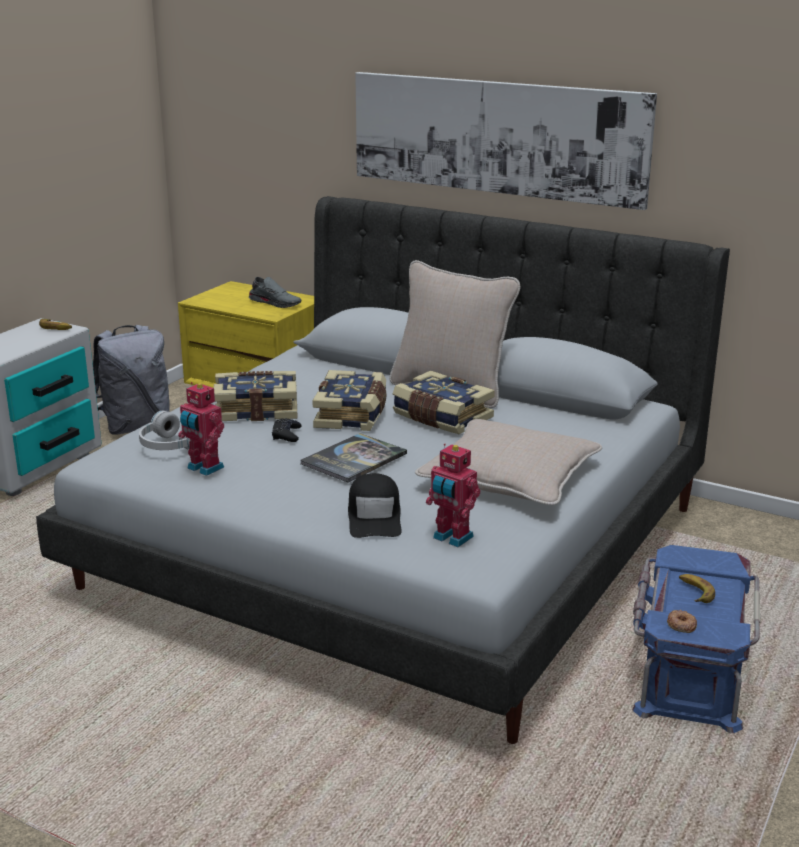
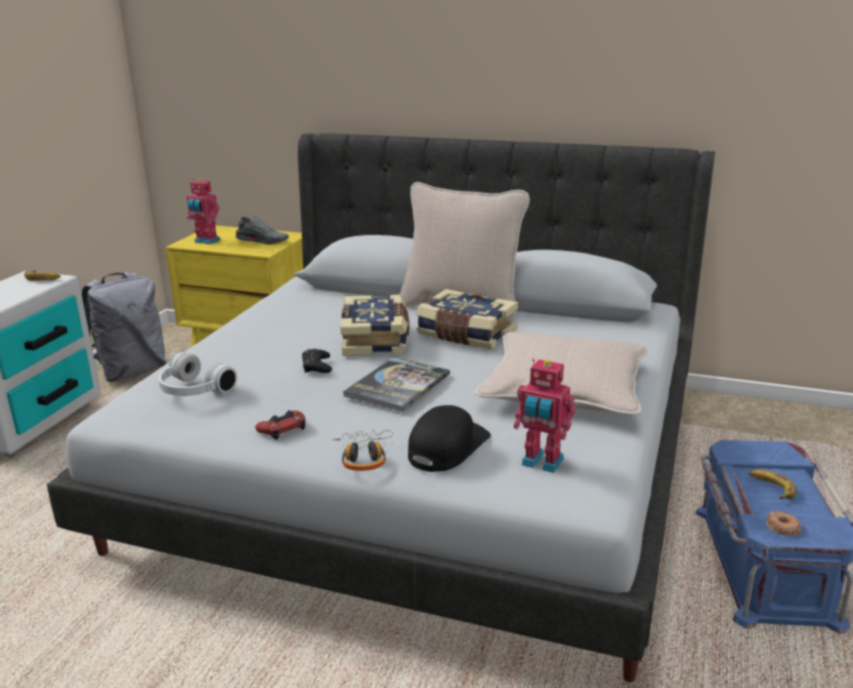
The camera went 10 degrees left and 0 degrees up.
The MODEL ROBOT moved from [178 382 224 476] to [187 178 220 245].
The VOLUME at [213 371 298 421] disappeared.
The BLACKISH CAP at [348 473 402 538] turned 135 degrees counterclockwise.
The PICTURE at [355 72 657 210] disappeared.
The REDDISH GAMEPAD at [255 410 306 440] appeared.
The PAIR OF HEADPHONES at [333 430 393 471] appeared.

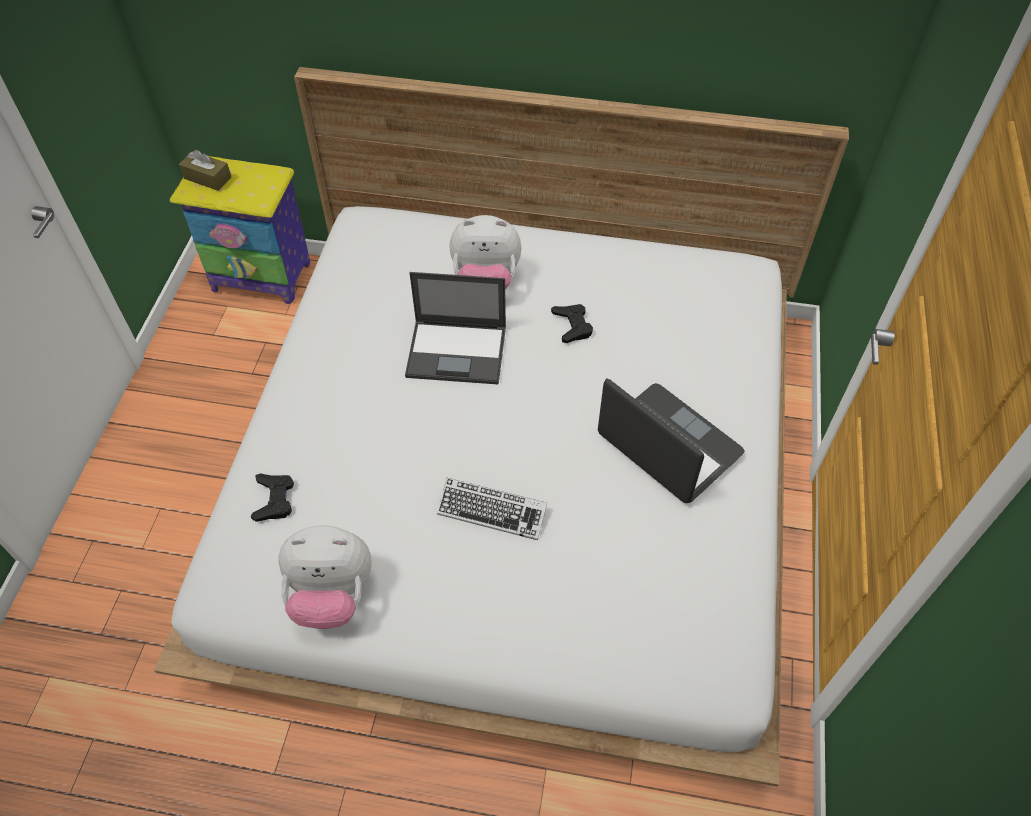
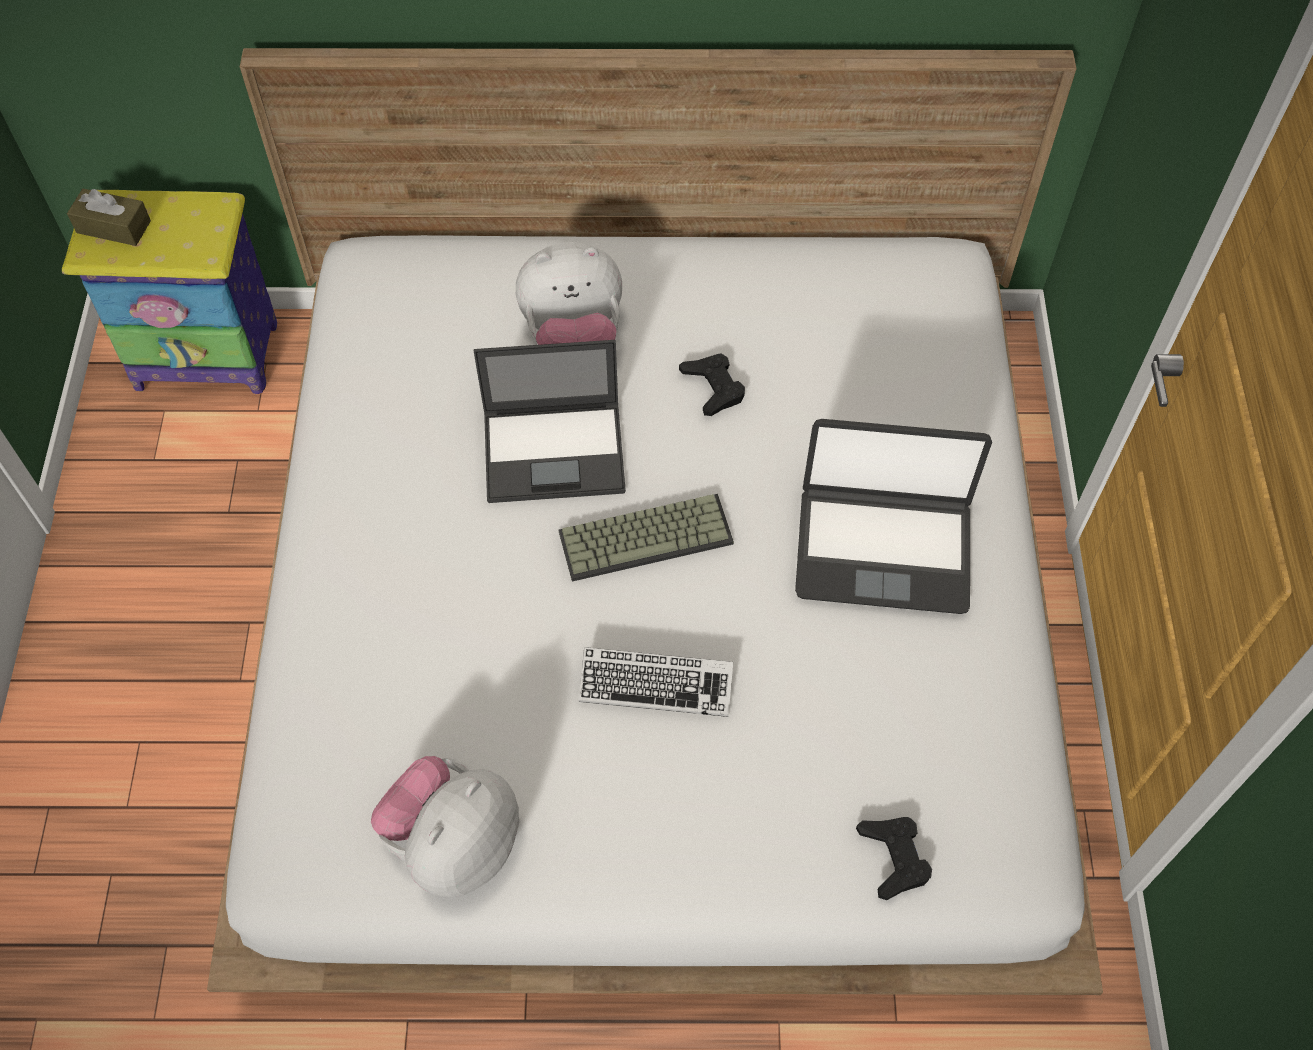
The camera went 10 degrees left and 5 degrees up.
The BLACKISH GAMEPAD moved from [251 473 294 522] to [856 817 932 900].
The PLUSH TOY at [278 525 372 629] turned 135 degrees clockwise.
The NOTEBOOK COMPUTER at [598 378 745 504] turned 150 degrees clockwise.
The KEYBOARD at [559 494 734 582] appeared.

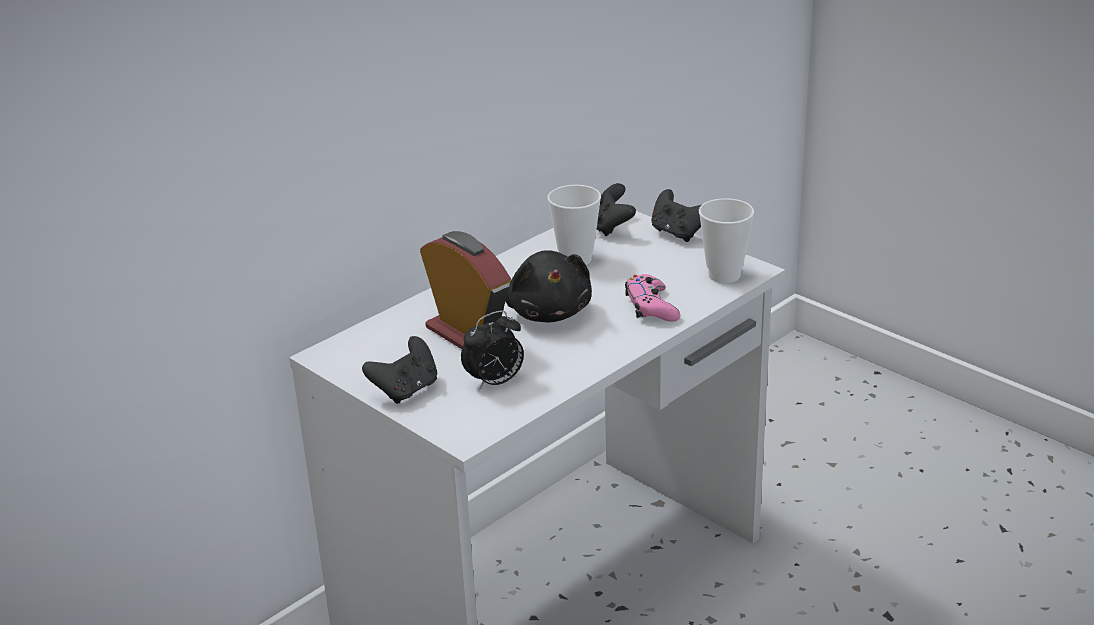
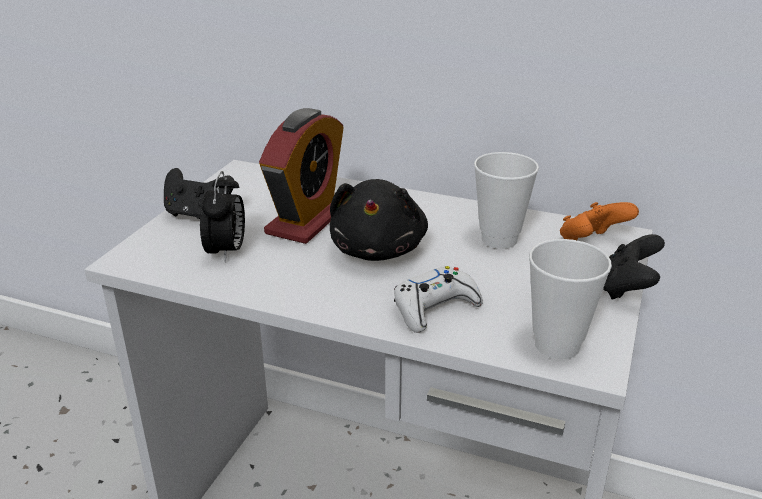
The camera went 65 degrees right and 0 degrees up.
The BEDSIDE CLOCK at [461 310 524 391] turned 120 degrees counterclockwise.
The BLACKISH PLUSH TOY at [506 250 592 322] turned 45 degrees counterclockwise.
The BLACKISH GAMEPAD at [597 183 636 236] became the ORANGE-COLOURED GAMEPAD at [560 202 639 240].
The PINKISH GAMEPAD at [625 274 680 322] became the WHITISH GAMEPAD at [394 266 483 333].

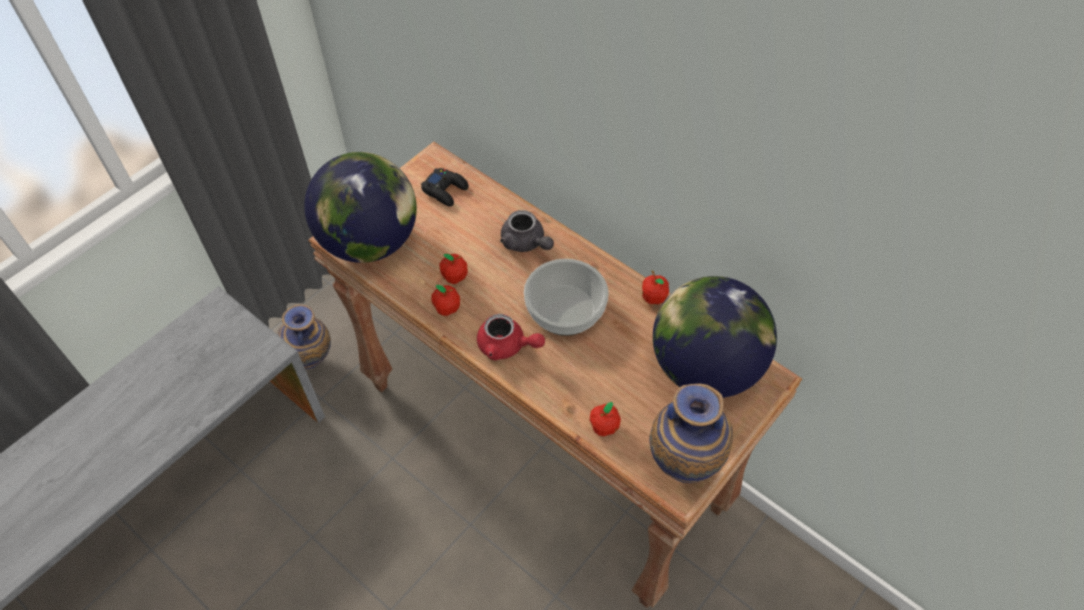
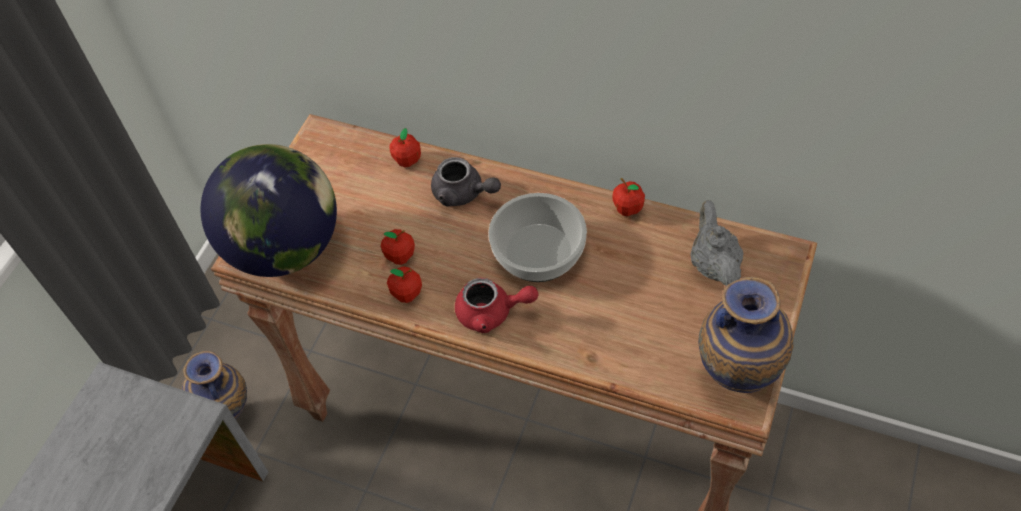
The camera went 15 degrees left and 0 degrees up.
The BLACKISH GAMEPAD at [421 168 469 207] disappeared.
The APPLE moved from [590 402 621 436] to [389 128 421 167].
The GLOBE at [653 276 777 398] was replaced by the GRAY POT FOR TEA at [690 200 744 286].

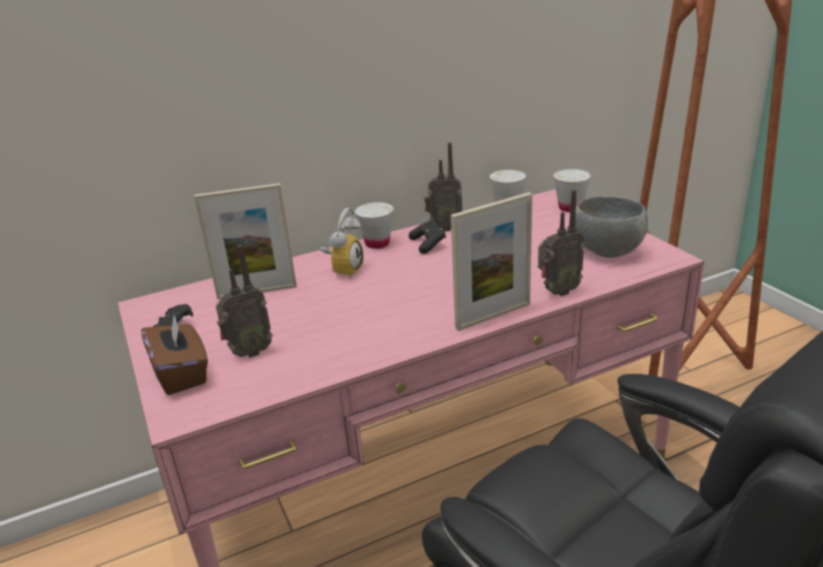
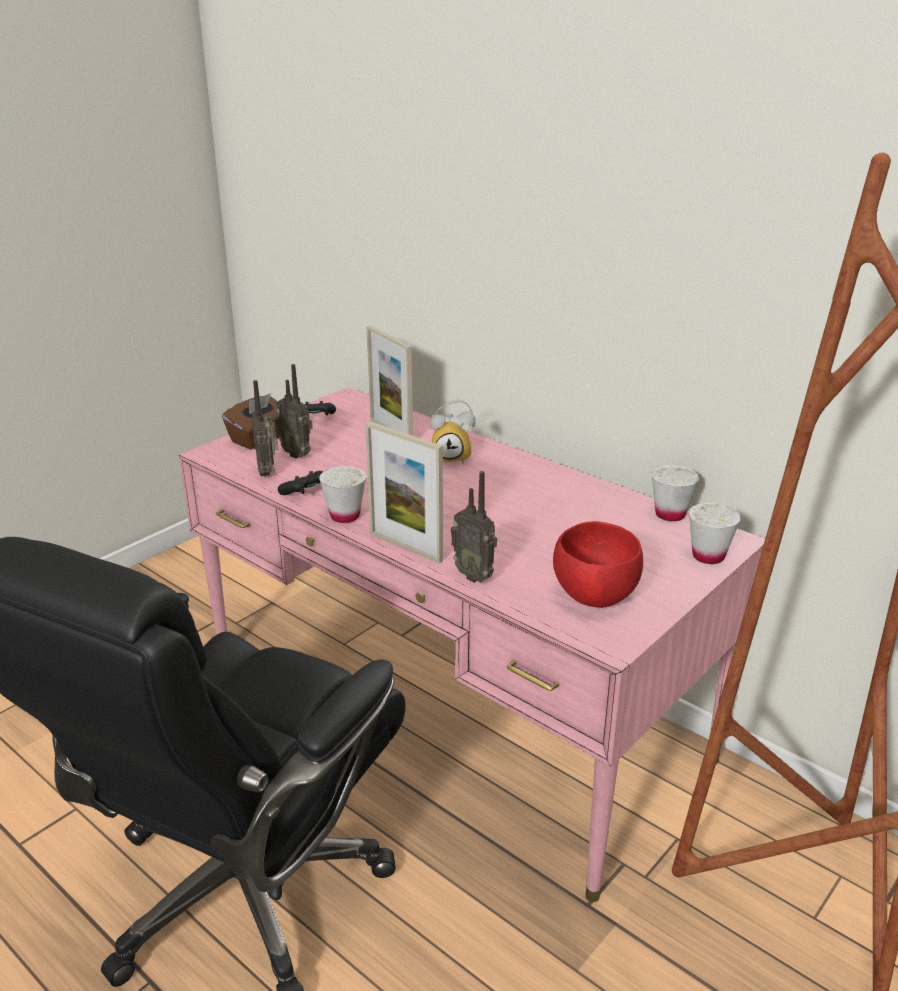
The camera went 65 degrees right and 0 degrees up.
The WHITISH CUP moved from [355 202 394 249] to [319 466 366 523].
The BLACKISH GAMEPAD moved from [409 221 446 254] to [278 471 323 495].
The RADIO RECEIVER moved from [424 142 462 231] to [252 380 279 476].
The GRAY BOWL at [575 196 648 258] became the REDDISH BOWL at [553 521 643 608].

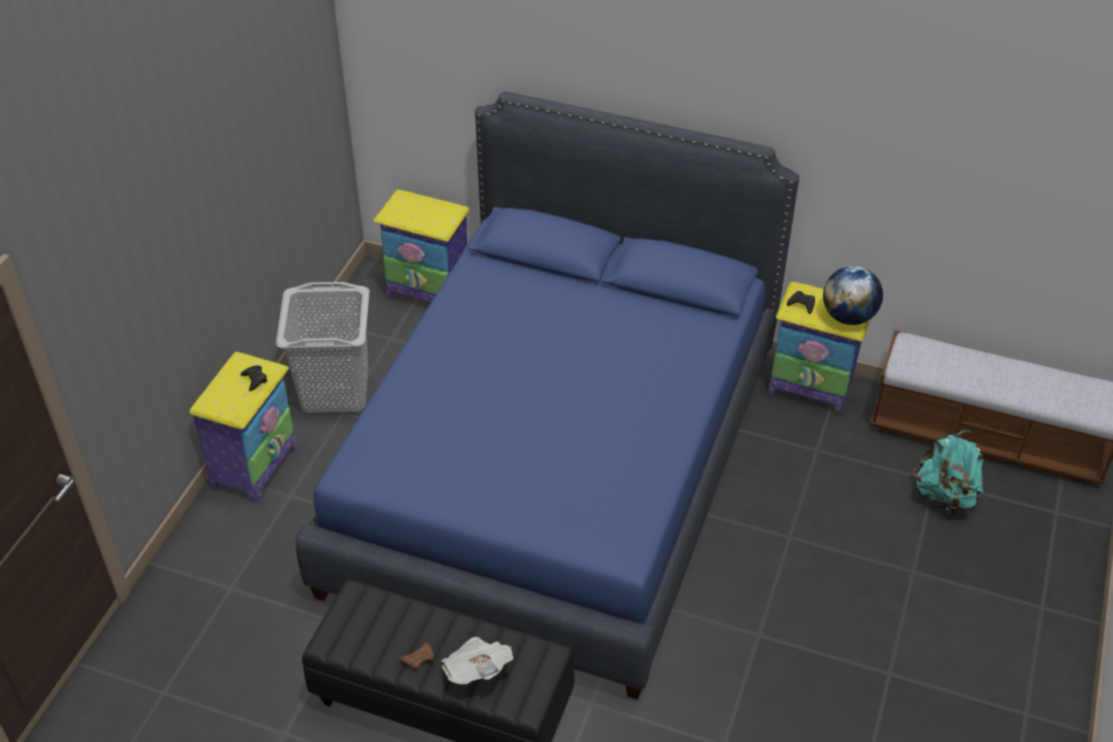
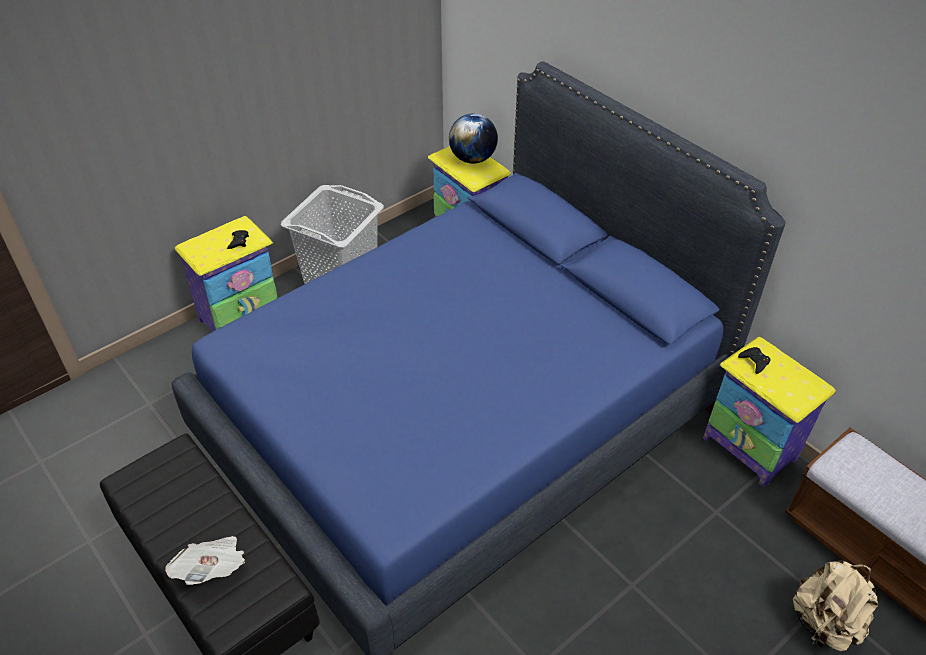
The camera went 30 degrees right and 0 degrees up.
The BROWN GAMEPAD at [400 642 434 672] disappeared.
The GLOBE moved from [823 266 883 325] to [449 113 498 164].
The BLUE-GREEN KNAPSACK at [913 430 984 515] became the SAND-COLOURED KNAPSACK at [793 561 878 651].

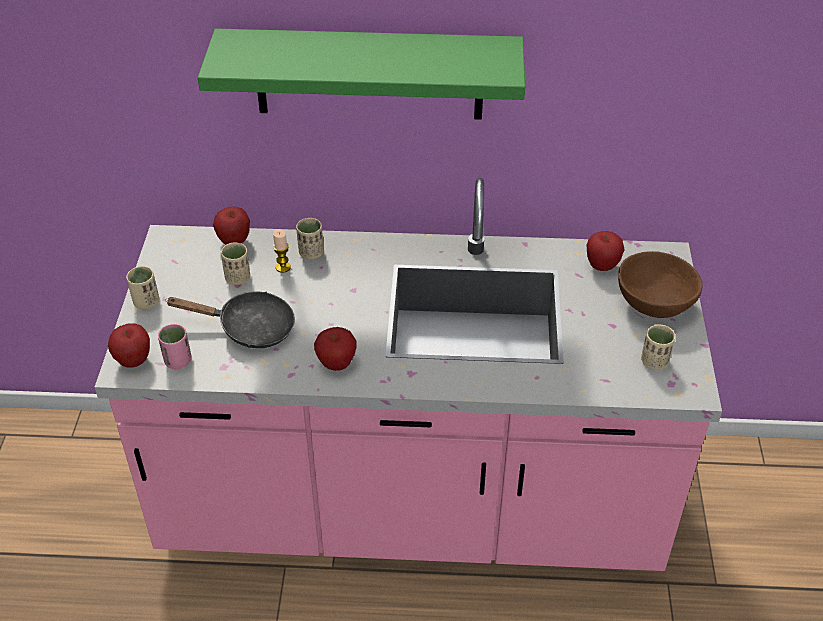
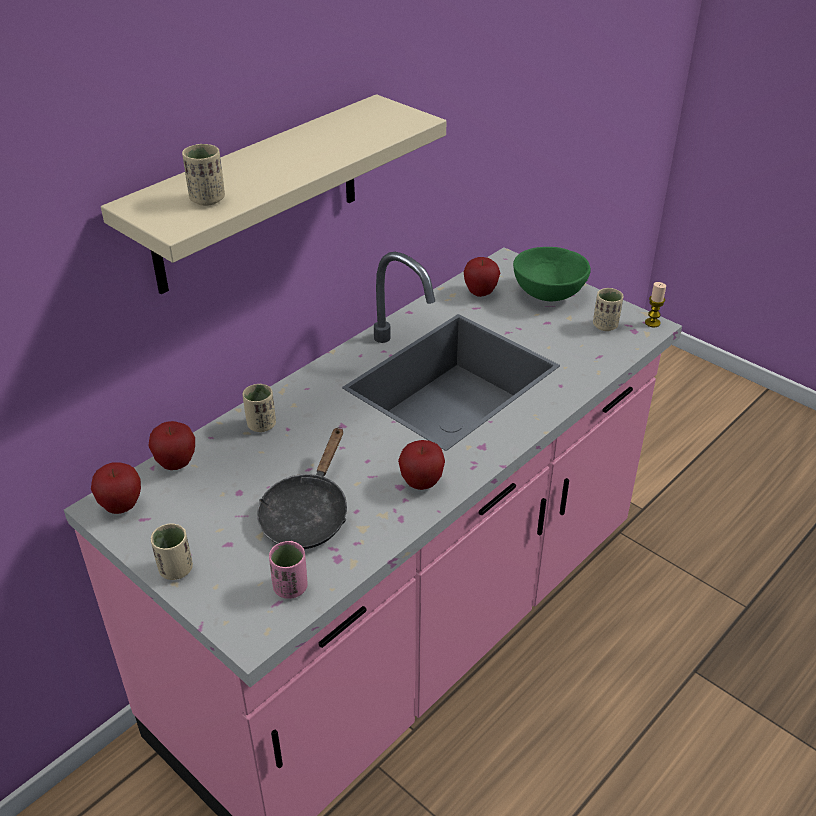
The camera went 50 degrees left and 5 degrees down.
The APPLE moved from [108 323 150 368] to [91 463 141 514].
The BLACKISH PAN at [165 291 295 348] turned 150 degrees clockwise.
The GREEN SHELF at [198 28 525 120] became the SAND-COLOURED SHELF at [101 94 447 294].
The SAND-COLOURED CUP moved from [221 242 250 285] to [182 144 225 206].
The CANDLE moved from [273 229 291 273] to [645 282 666 327].
The BROWN BOWL at [618 251 702 318] became the GREEN BOWL at [513 247 591 301].

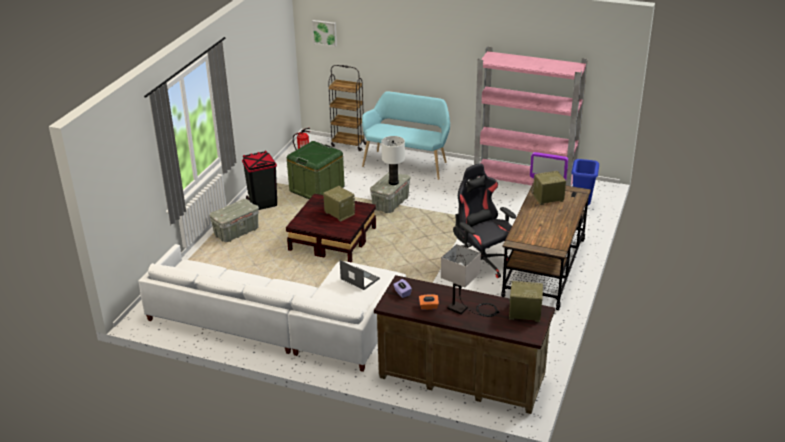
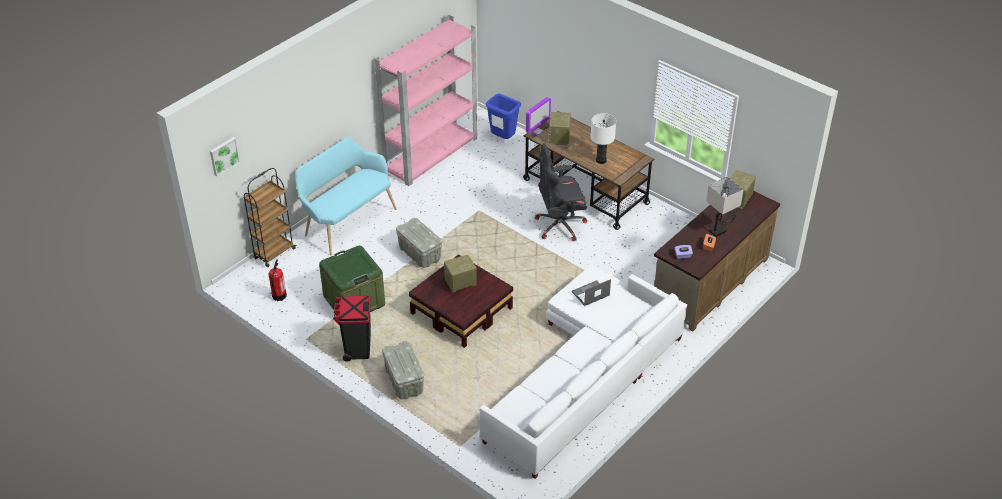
The camera went 70 degrees left and 10 degrees up.
The WHITISH LAMP FOR A TABLE moved from [381 136 405 185] to [590 113 616 164].

